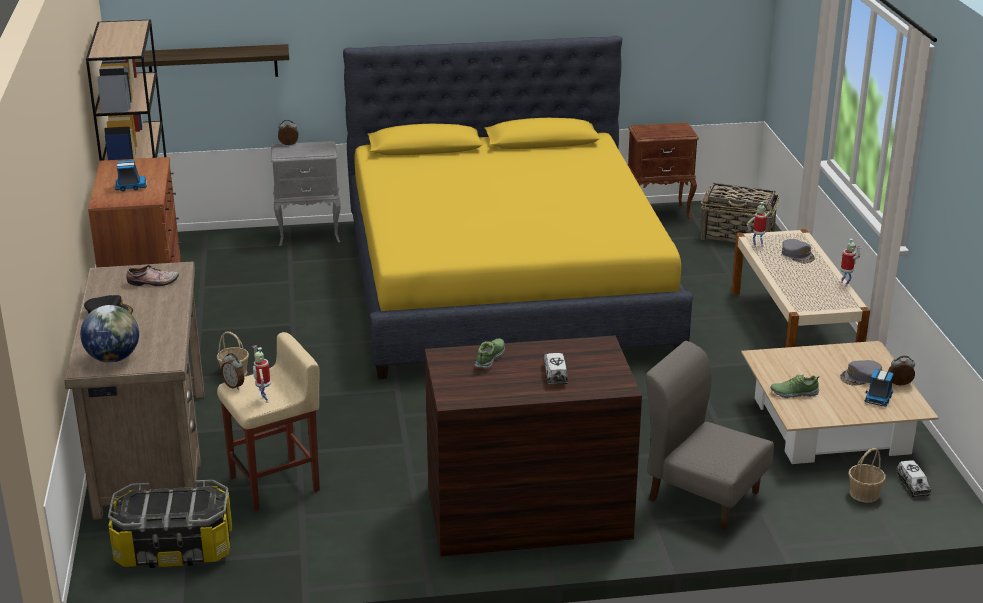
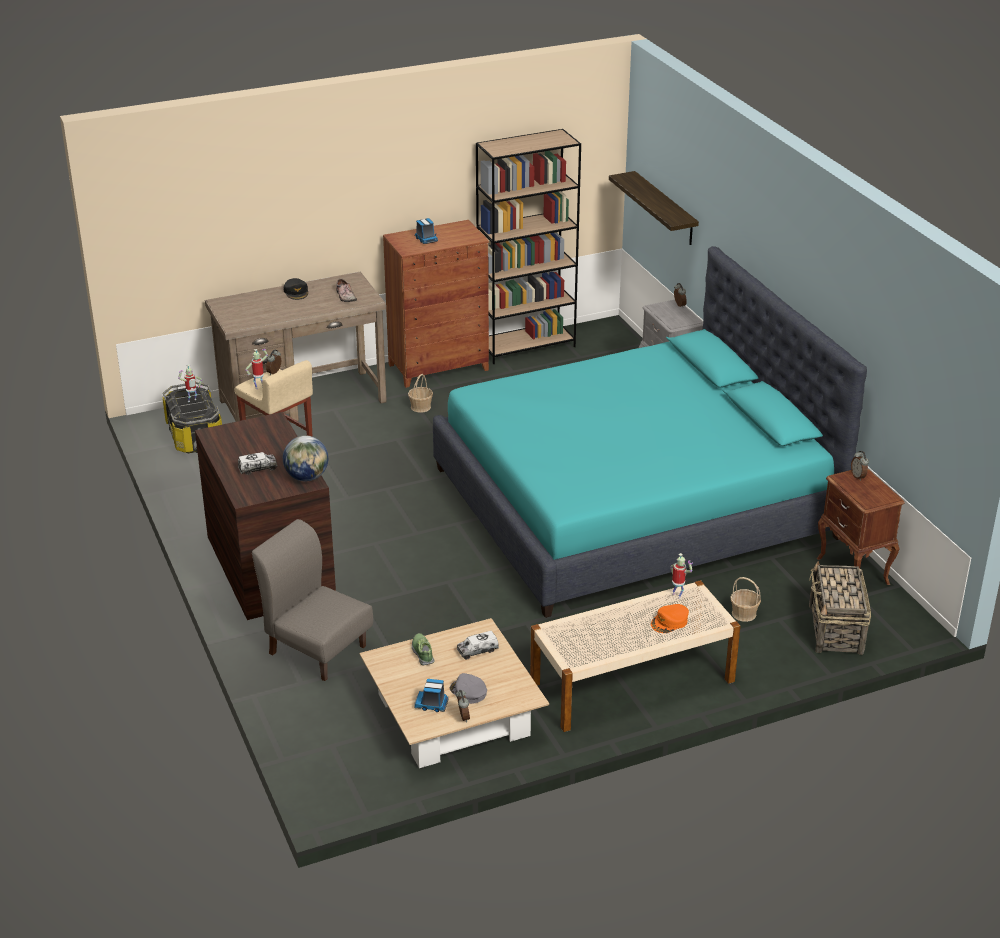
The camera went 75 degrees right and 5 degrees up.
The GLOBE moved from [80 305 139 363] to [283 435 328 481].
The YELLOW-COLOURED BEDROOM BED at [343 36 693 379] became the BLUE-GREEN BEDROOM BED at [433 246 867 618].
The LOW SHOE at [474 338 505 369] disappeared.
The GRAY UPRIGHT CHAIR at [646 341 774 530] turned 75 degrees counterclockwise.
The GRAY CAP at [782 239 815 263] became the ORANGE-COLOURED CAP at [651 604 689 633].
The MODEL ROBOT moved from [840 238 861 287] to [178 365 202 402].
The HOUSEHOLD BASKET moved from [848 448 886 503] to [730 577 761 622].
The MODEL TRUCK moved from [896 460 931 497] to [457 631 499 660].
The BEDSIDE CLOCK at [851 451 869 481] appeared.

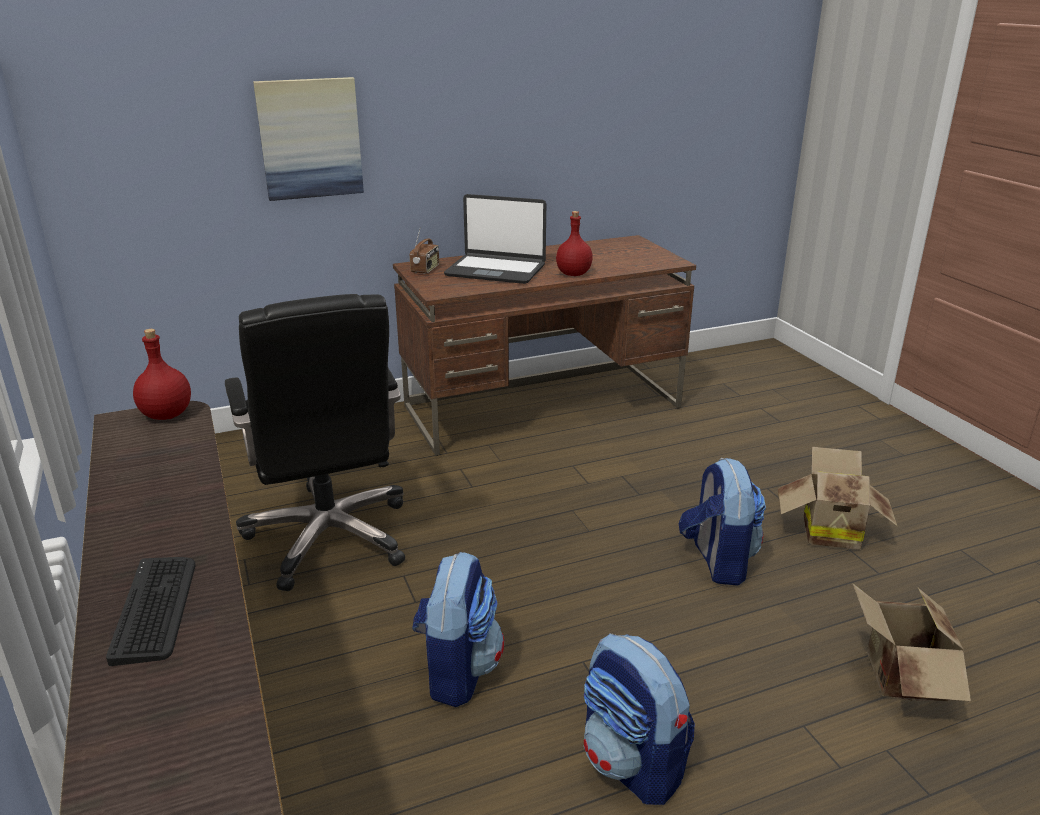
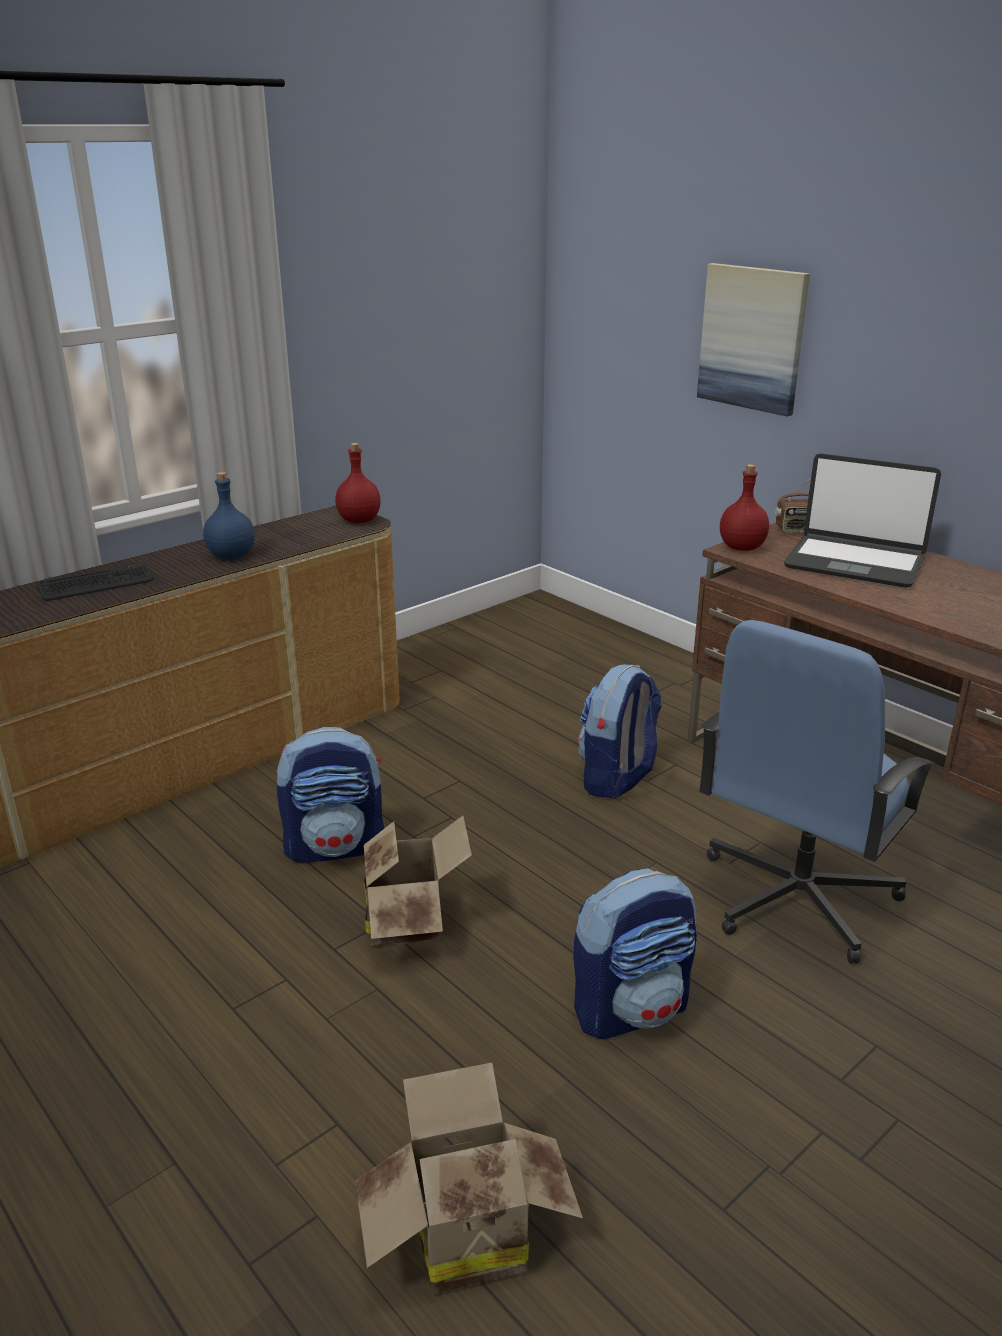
The camera went 70 degrees right and 0 degrees up.
The BLACKISH COMPUTER CHAIR at [225 294 405 591] disappeared.
The NOTEBOOK COMPUTER at [444 194 546 284] turned 60 degrees counterclockwise.
The REDDISH BEVERAGE BOTTLE moved from [556 211 593 276] to [720 464 769 551].
The KNAPSACK moved from [584 633 695 805] to [578 664 662 799].
The CARTON moved from [778 447 898 550] to [364 816 472 946].
The BLUE-COLOURED BEVERAGE BOTTLE at [203 472 255 560] appeared.
The BLUE-COLOURED COMPUTER CHAIR at [699 620 935 964] appeared.

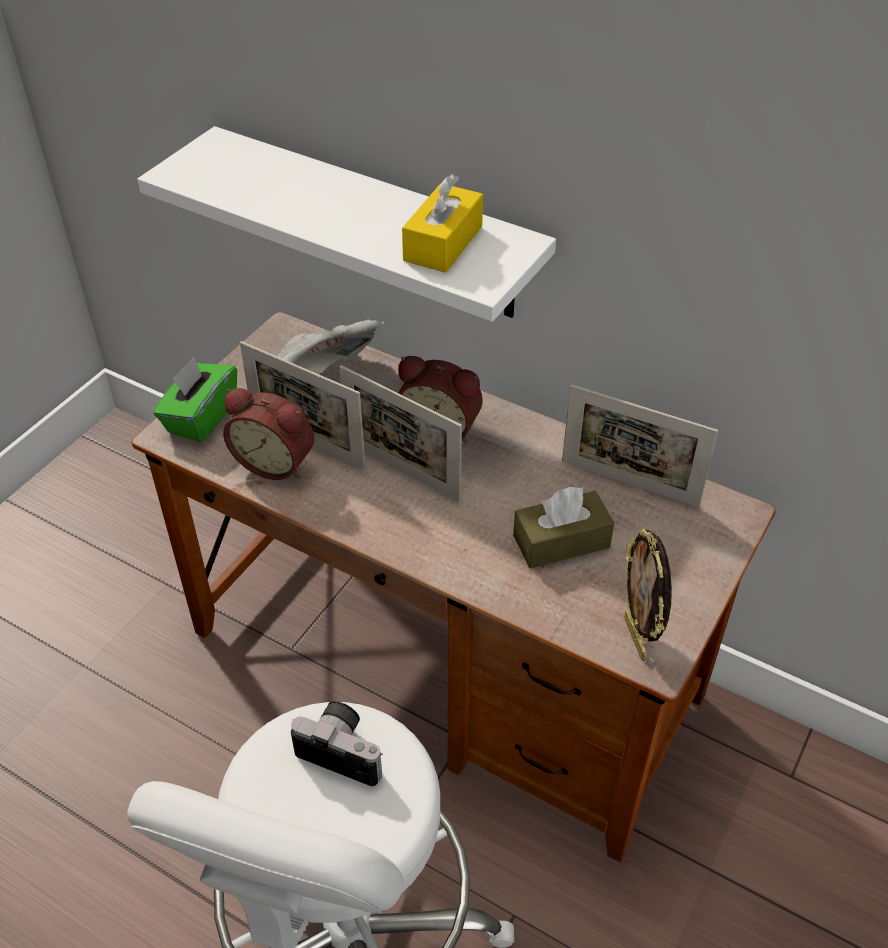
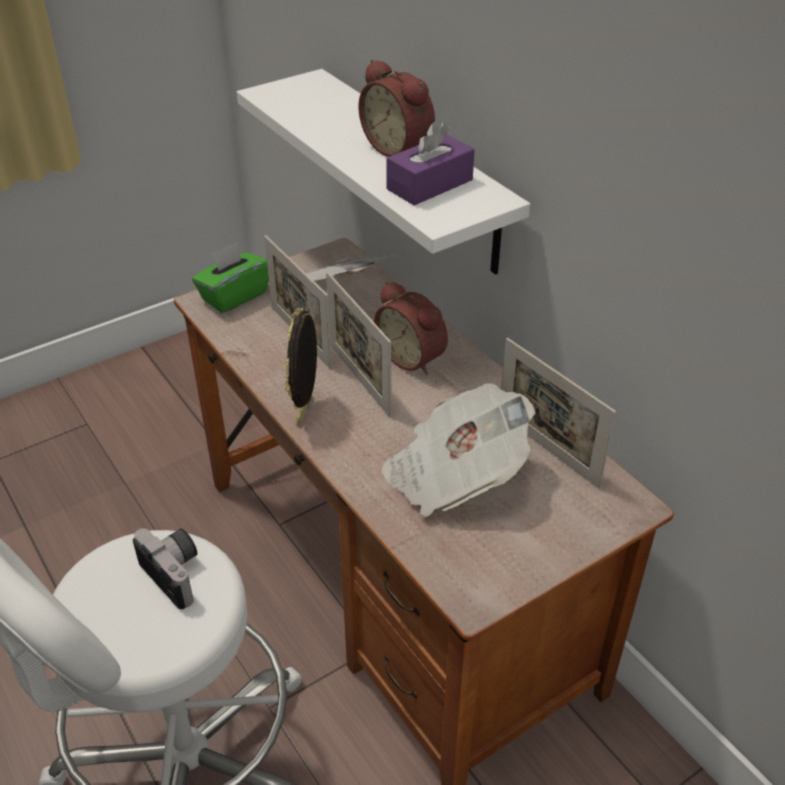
The camera went 25 degrees right and 5 degrees down.
The BEDSIDE CLOCK moved from [223 388 314 480] to [358 59 435 157].
The YELLOW-COLOURED TISSUE BOX at [402 174 483 273] became the PURPLISH TISSUE BOX at [386 122 475 205].
The BROWN TISSUE BOX at [513 487 614 569] was replaced by the NEWSPAPER at [381 383 535 517].
The PHOTO FRAME moved from [624 528 672 661] to [285 308 317 426].

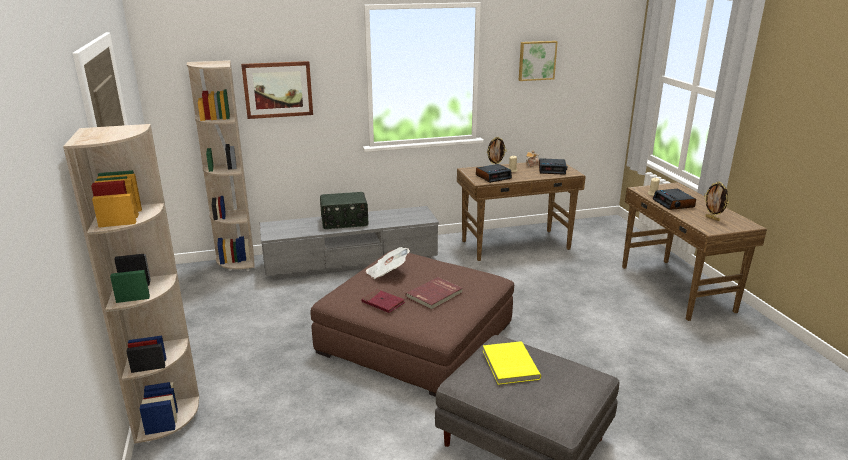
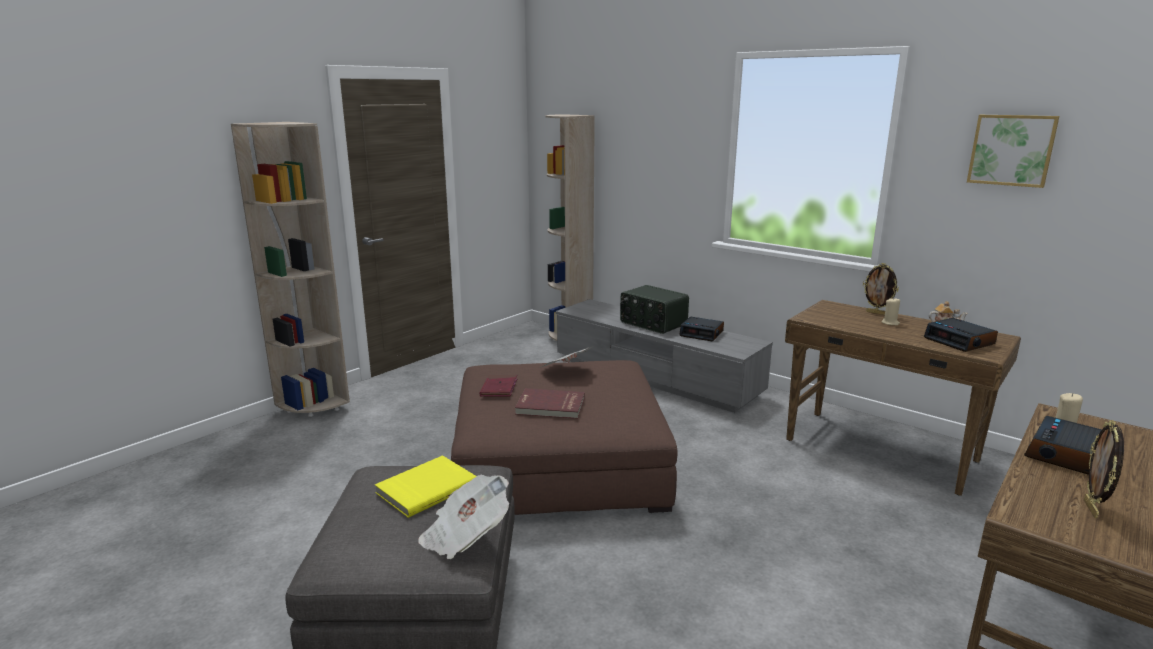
The camera went 55 degrees right and 5 degrees down.
The PICTURE at [241 61 313 119] disappeared.
The BEDSIDE CLOCK moved from [476 164 512 183] to [679 317 724 341].
The NEWSPAPER at [418 475 509 559] appeared.

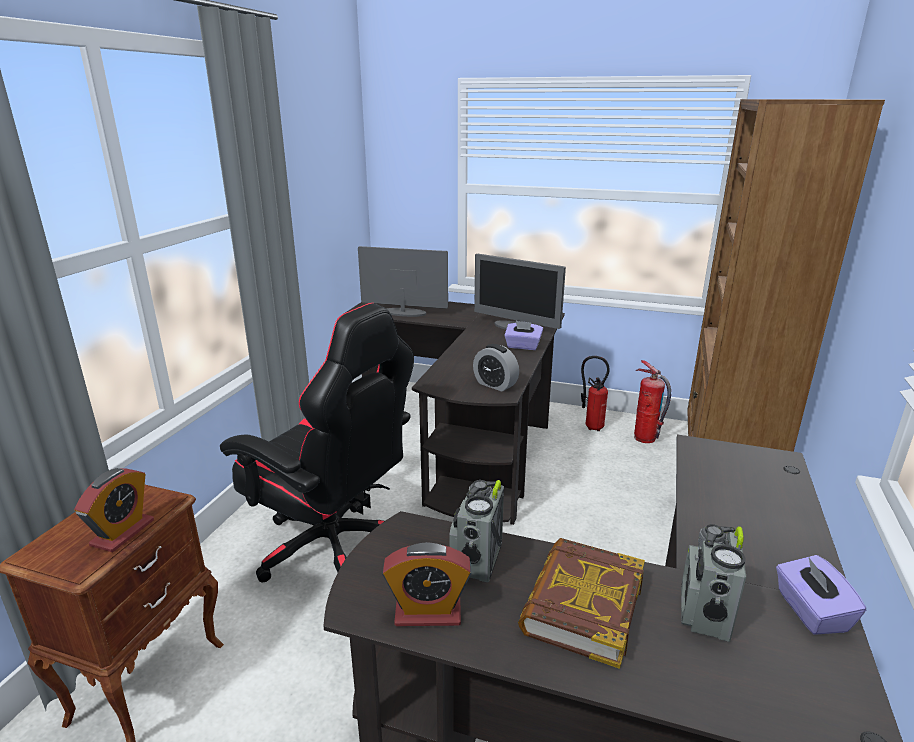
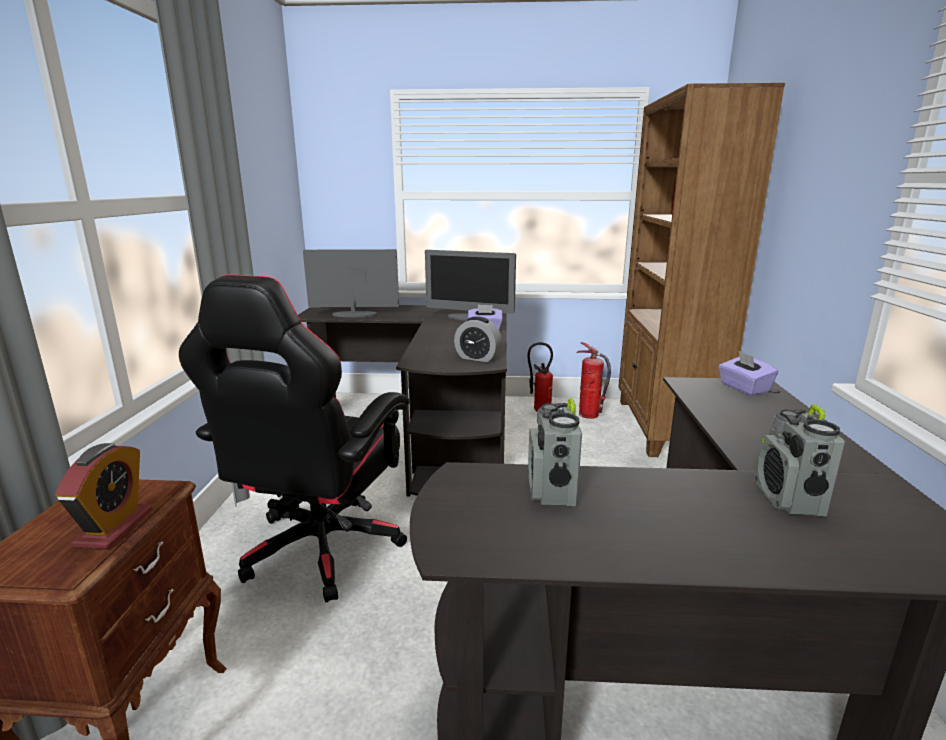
The camera went 15 degrees left and 5 degrees down.
The BLACKISH COMPUTER CHAIR at [220 303 414 582] turned 90 degrees clockwise.
The BEDSIDE CLOCK at [382 542 471 626] disappeared.
The VOLUME at [518 538 645 669] disappeared.
The PURPLISH TISSUE BOX moved from [776 555 866 635] to [718 351 778 396].

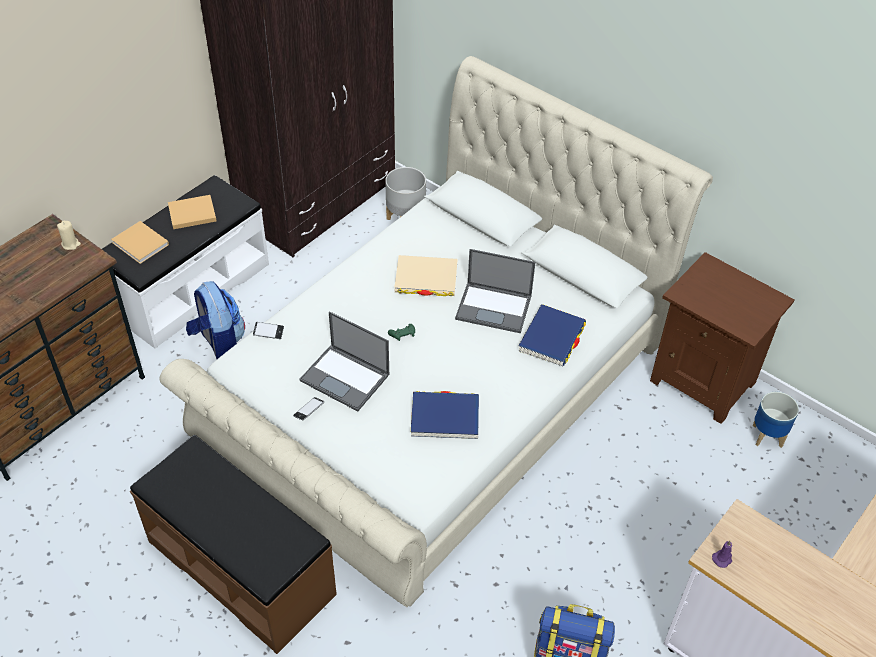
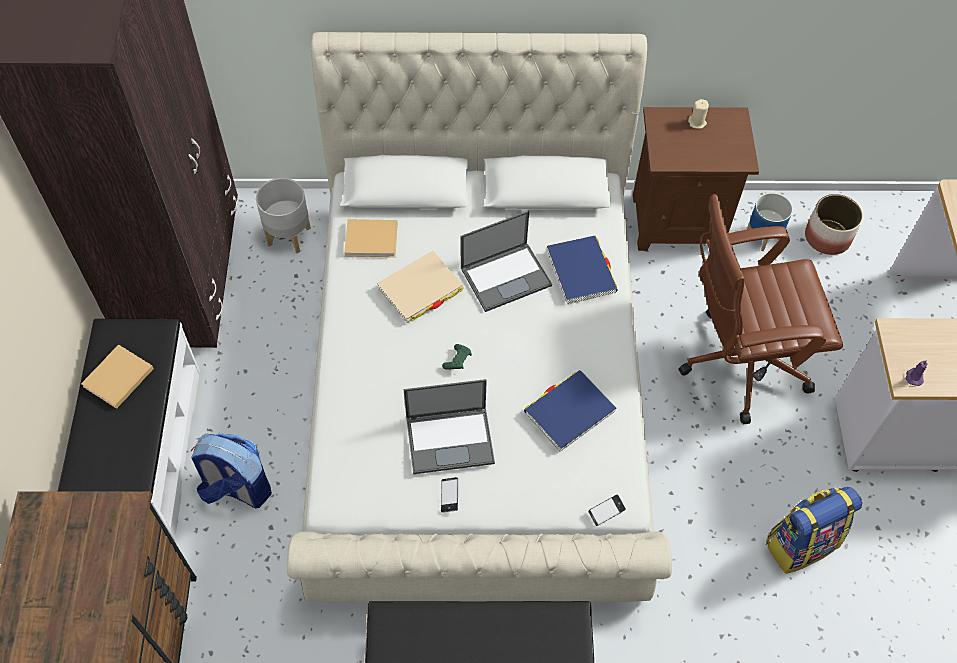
The camera went 40 degrees left and 10 degrees up.
The SAND-COLOURED CANDLE moved from [57 221 81 250] to [688 99 709 129].
The SAND-COLOURED VOLUME moved from [111 221 169 264] to [344 219 398 257].
The TELEPHONE moved from [253 322 284 339] to [588 495 626 526].
The BROWN COMPUTER CHAIR at [678 194 843 425] appeared.
The PLANTER at [805 194 863 255] appeared.

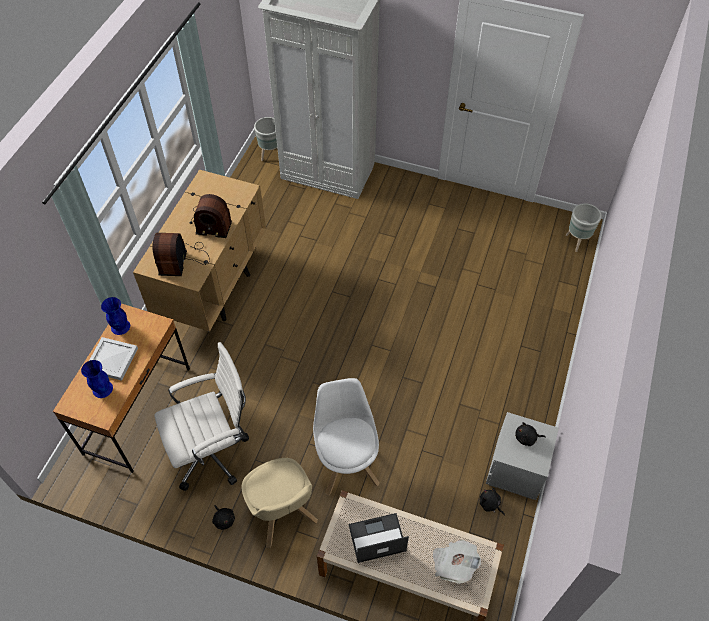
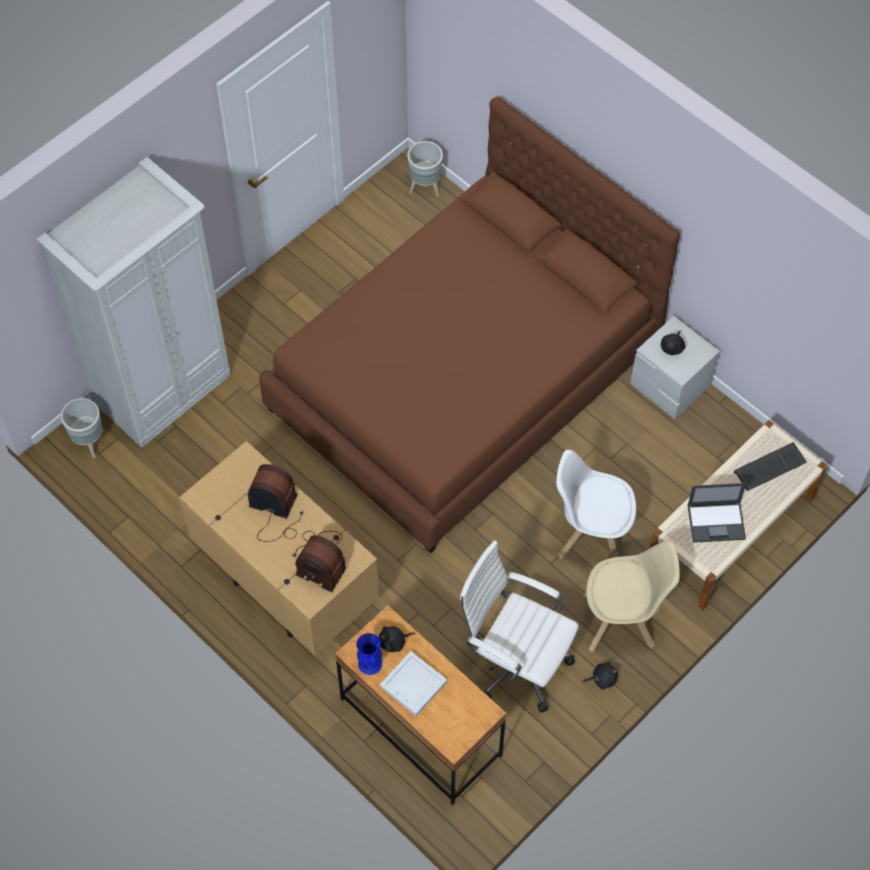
The camera went 65 degrees left and 5 degrees up.
The BLUE-COLOURED FLOWER VASE at [81 360 113 398] disappeared.
The WHITISH COMPUTER CHAIR at [154 342 249 491] turned 60 degrees counterclockwise.
The RADIO RECEIVER at [190 194 232 238] turned 105 degrees counterclockwise.
The NOTEBOOK COMPUTER at [348 513 409 563] turned 105 degrees counterclockwise.
The NEWSPAPER at [433 539 481 584] was replaced by the KEYBOARD at [734 442 807 491].
The BLACKISH PLUSH TOY moved from [480 488 505 516] to [379 626 415 652].
The BROWN BEDROOM BED at [259 97 680 553] appeared.

